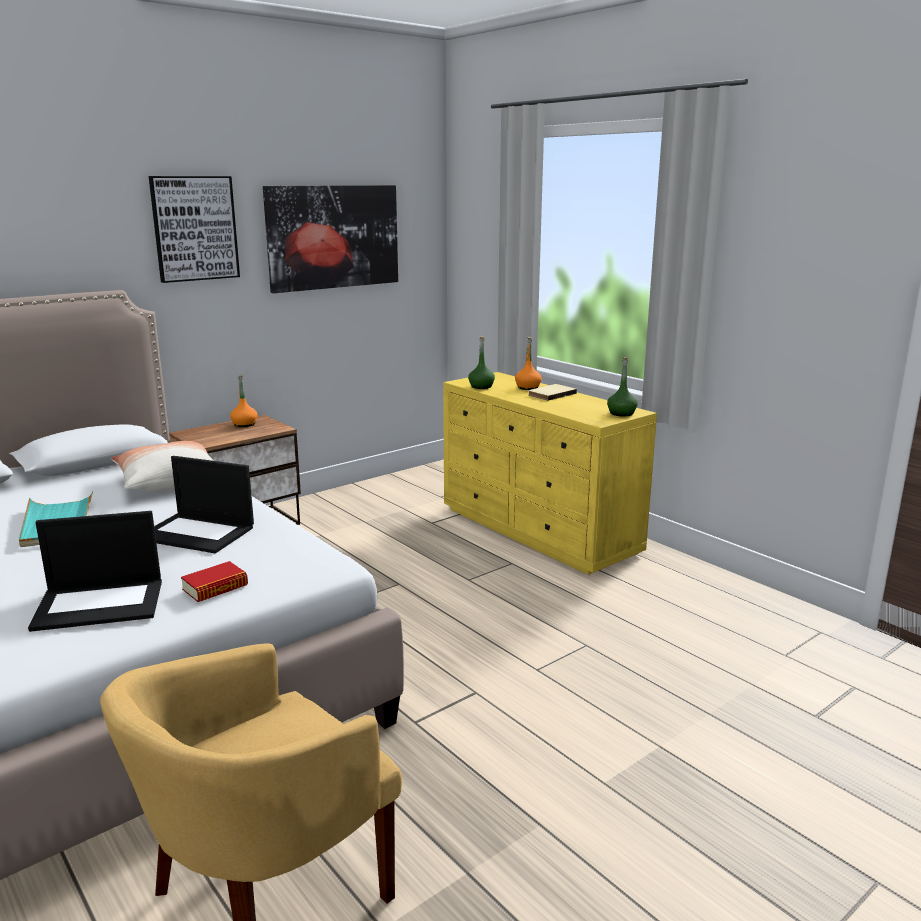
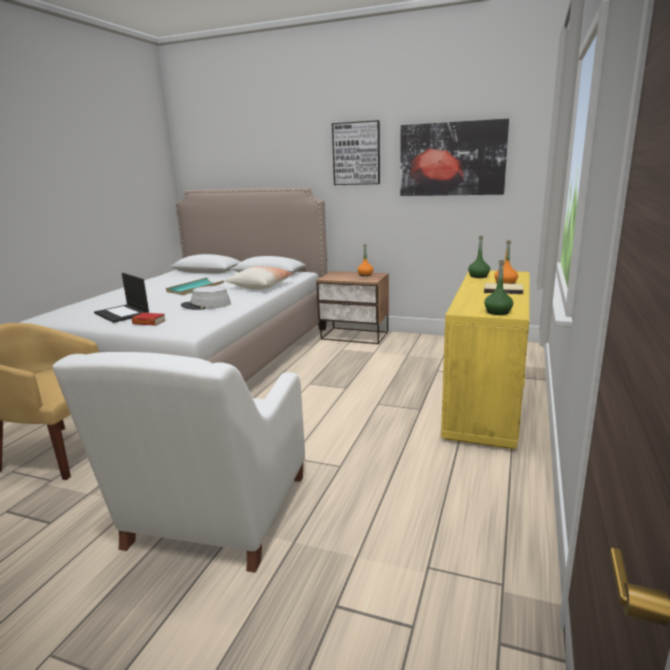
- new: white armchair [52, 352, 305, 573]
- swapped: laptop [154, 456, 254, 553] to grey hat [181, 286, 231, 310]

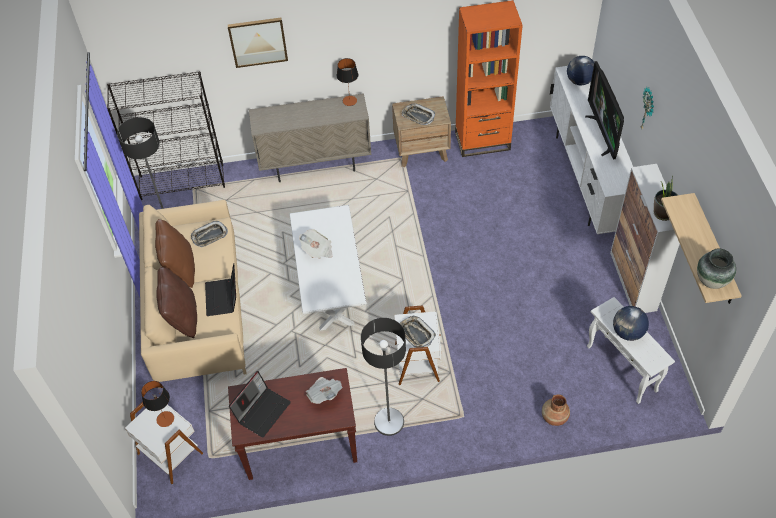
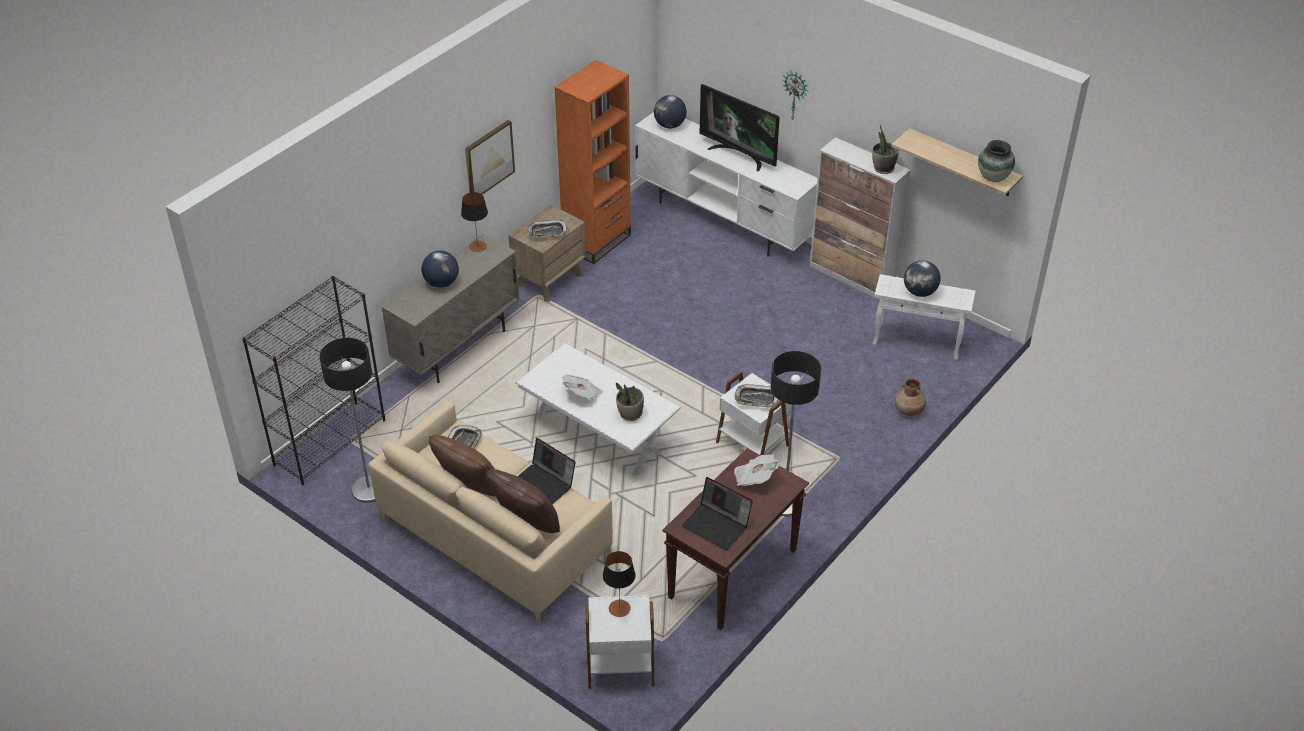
- new: globe [421, 250, 459, 288]
- shifted: picture [227, 17, 288, 68] to [465, 120, 515, 195]
- new: potted plant [616, 383, 644, 421]
- rotated: laptop [229, 371, 291, 438] = [682, 477, 753, 550] 135 degrees clockwise

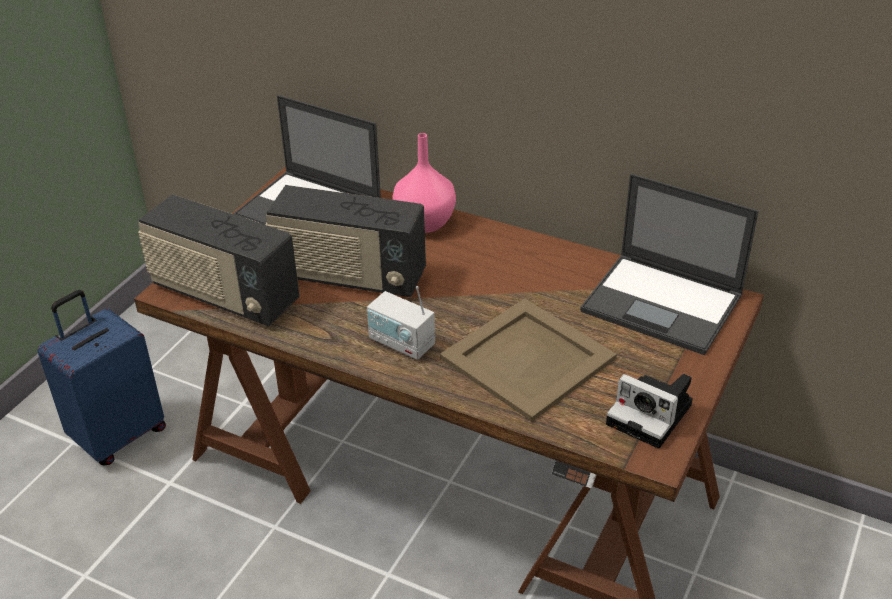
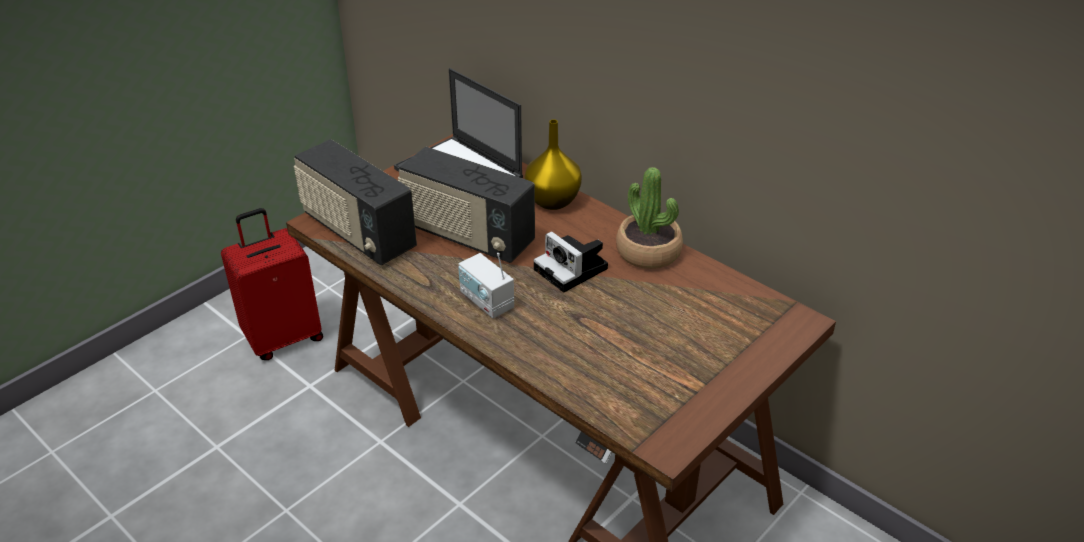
- repainted: blue suitcase [37, 290, 166, 466] to red suitcase [221, 208, 323, 360]
- repainted: pink vase [393, 133, 456, 233] to yellow vase [524, 119, 582, 210]
- shifted: photo camera [606, 374, 693, 449] to [533, 231, 608, 292]
- new: potted plant [616, 167, 683, 269]
- gone: beige tray [440, 298, 617, 422]
- gone: laptop [580, 174, 759, 355]

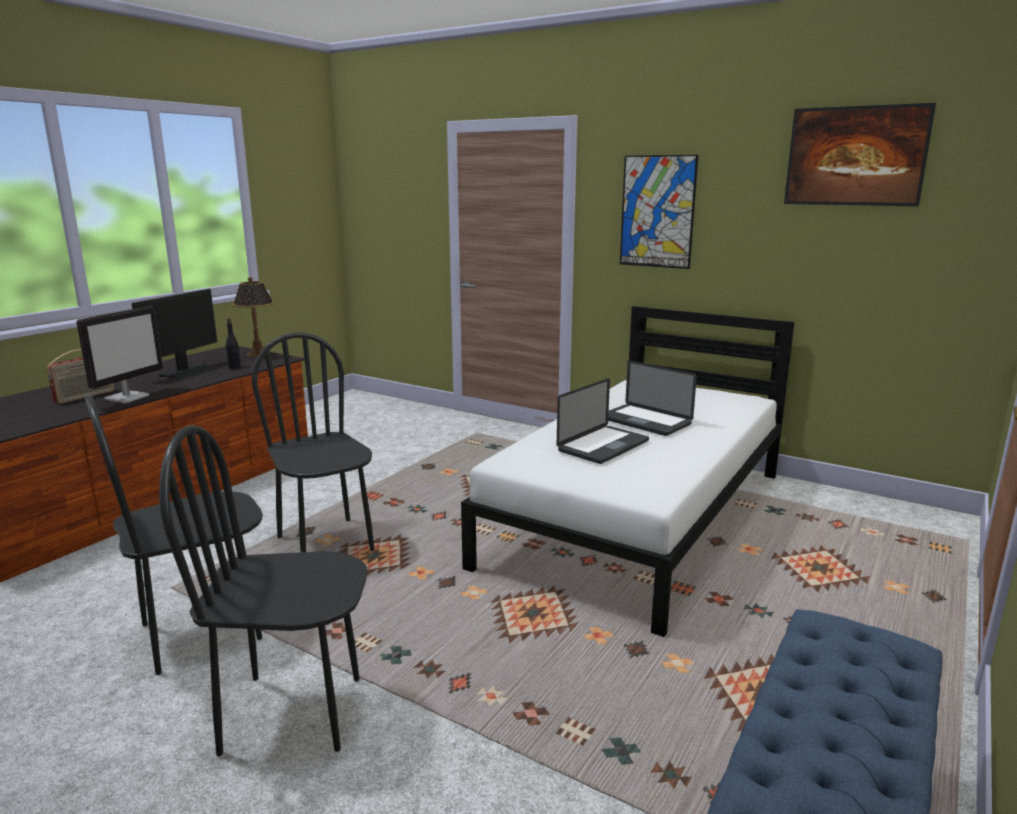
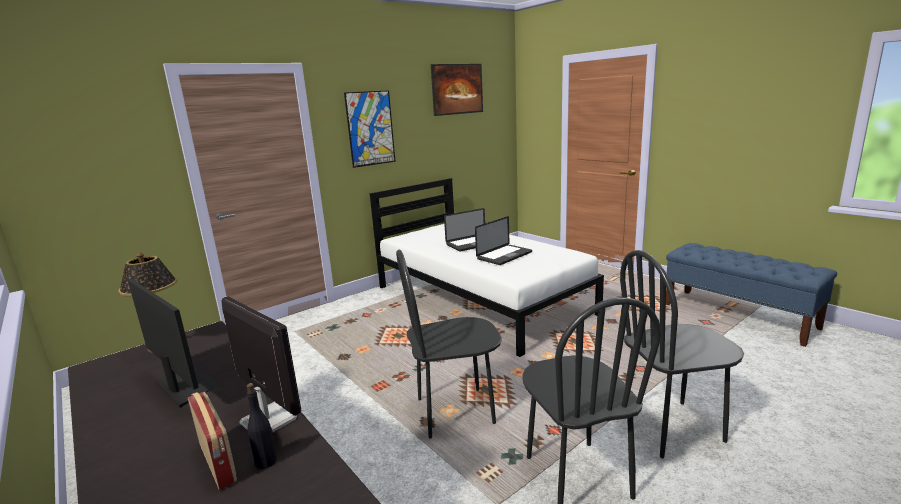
- shifted: black bottle [226, 318, 241, 369] to [246, 383, 277, 469]
- rotated: laptop [557, 378, 649, 464] = [475, 216, 532, 265] 75 degrees clockwise
- rotated: black chair [159, 426, 367, 756] = [620, 250, 744, 458] 60 degrees clockwise

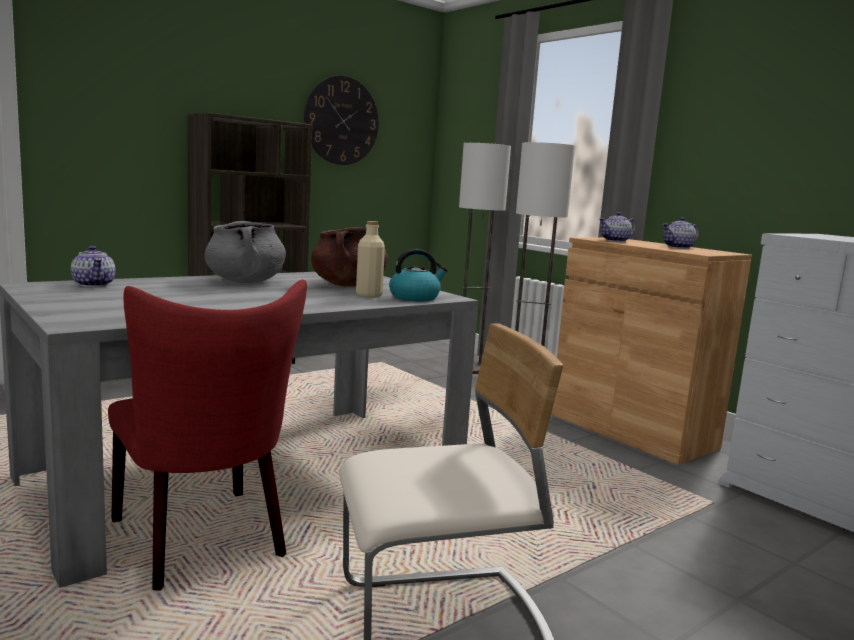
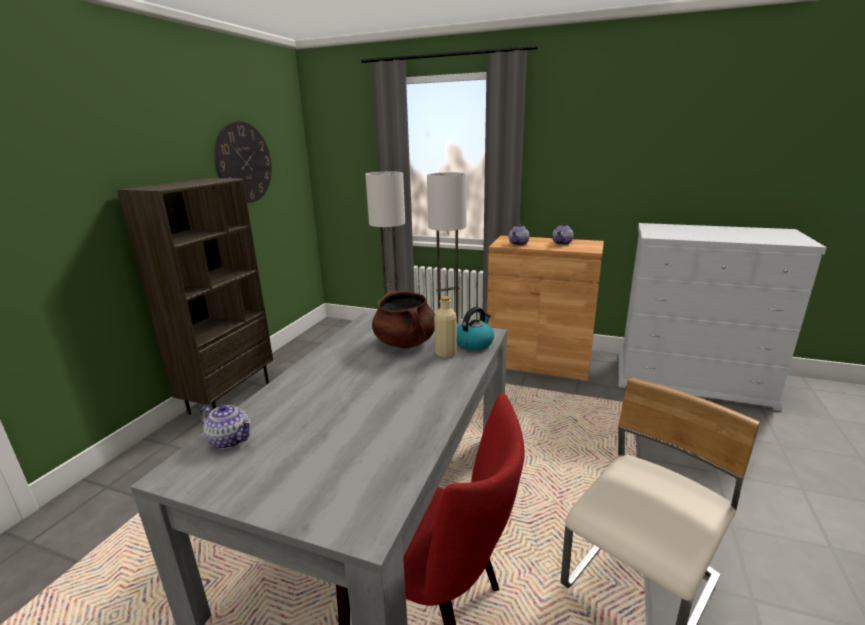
- gone: grey cooking pot [204, 221, 286, 283]

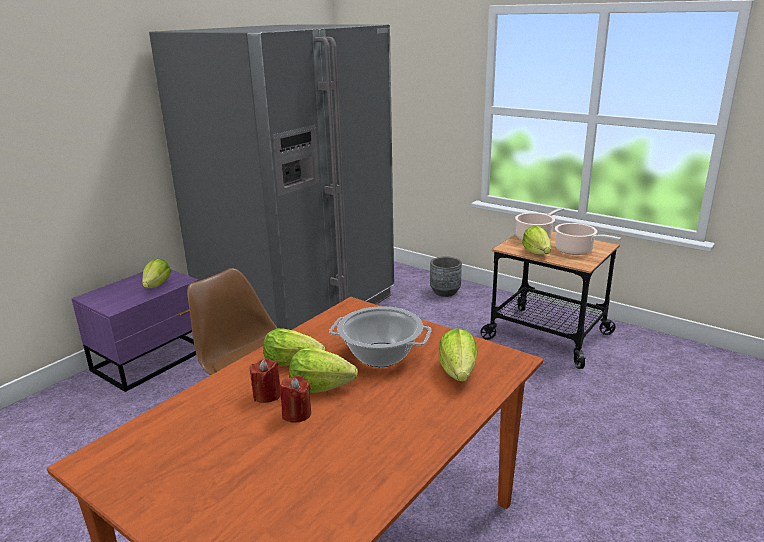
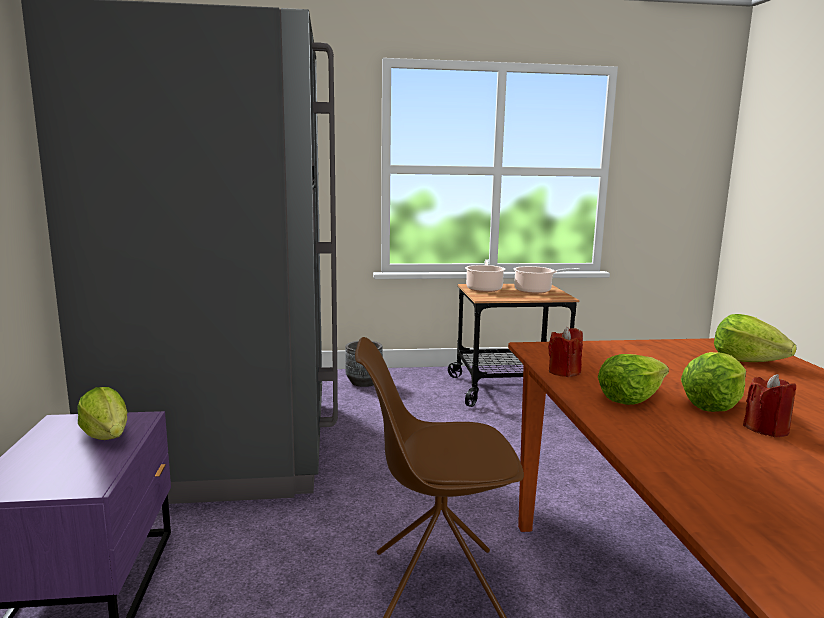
- shifted: red candle [250, 358, 281, 403] to [548, 327, 583, 377]
- gone: cooking pot [329, 306, 432, 367]
- gone: lettuce [522, 226, 551, 255]

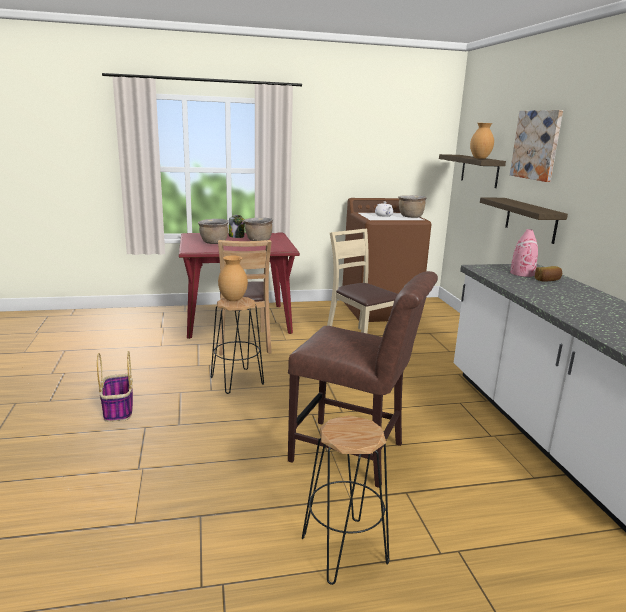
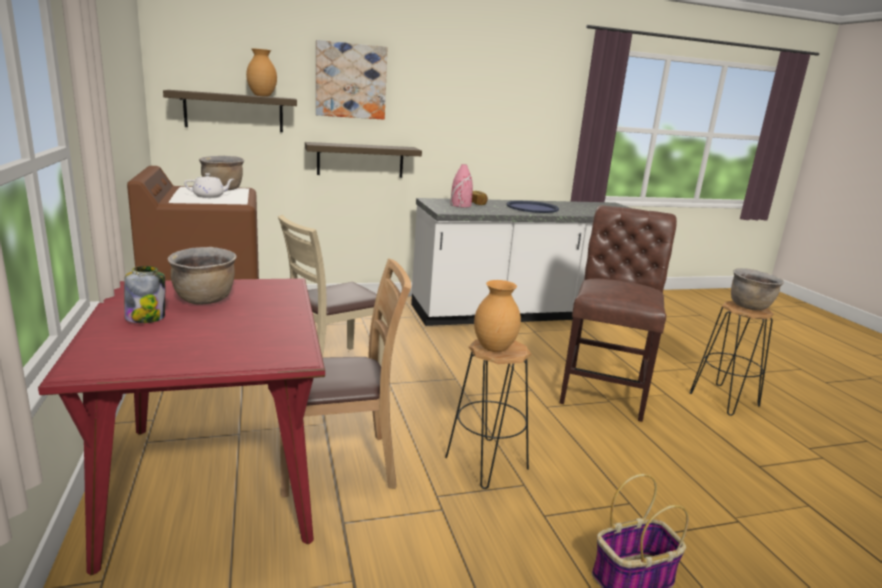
- new: blue tray [506, 201, 559, 213]
- shifted: brown cooking pot [198, 219, 228, 244] to [731, 268, 784, 310]

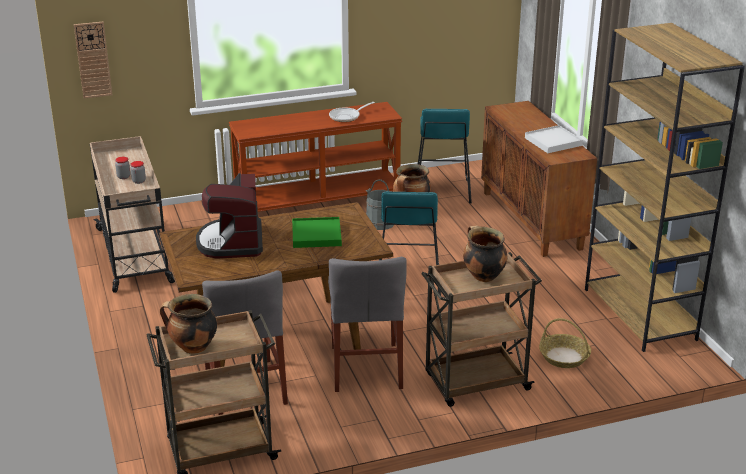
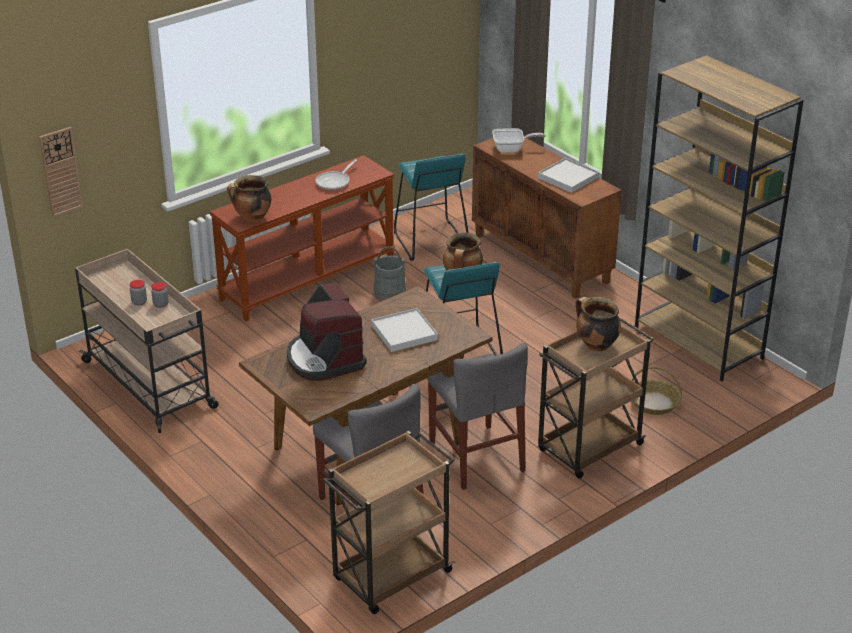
- shifted: cooking pot [160, 294, 217, 354] to [227, 175, 271, 222]
- repainted: green tray [292, 217, 342, 248] to white tray [371, 308, 438, 352]
- new: frying pan [492, 128, 546, 153]

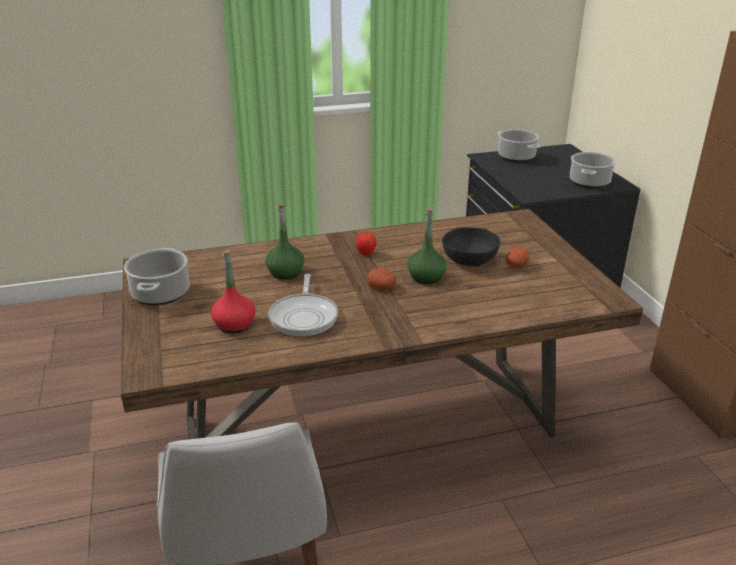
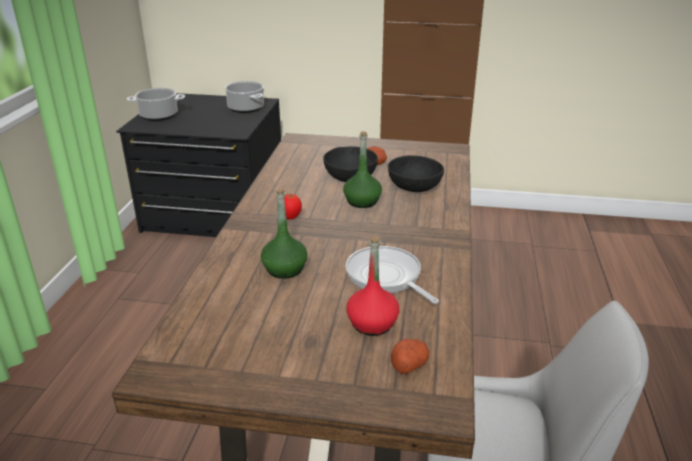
- rotated: frying pan [269, 274, 338, 337] = [346, 246, 439, 304] 150 degrees counterclockwise
- new: black bowl [388, 155, 444, 192]
- shifted: potato [367, 268, 397, 290] to [391, 339, 429, 374]
- gone: cooking pot [124, 248, 189, 305]

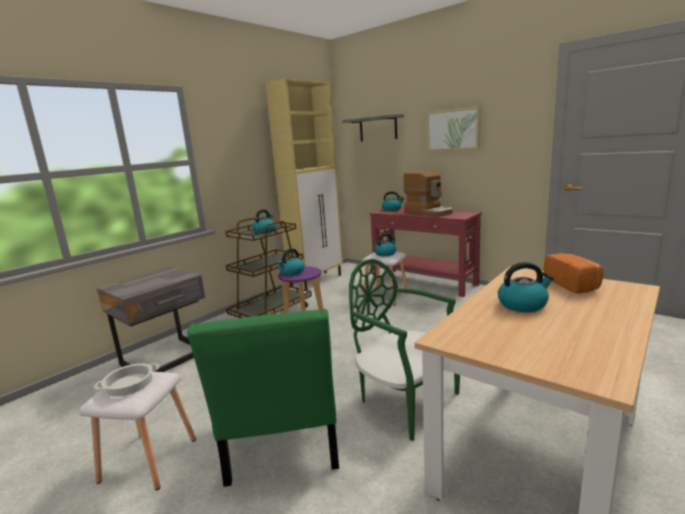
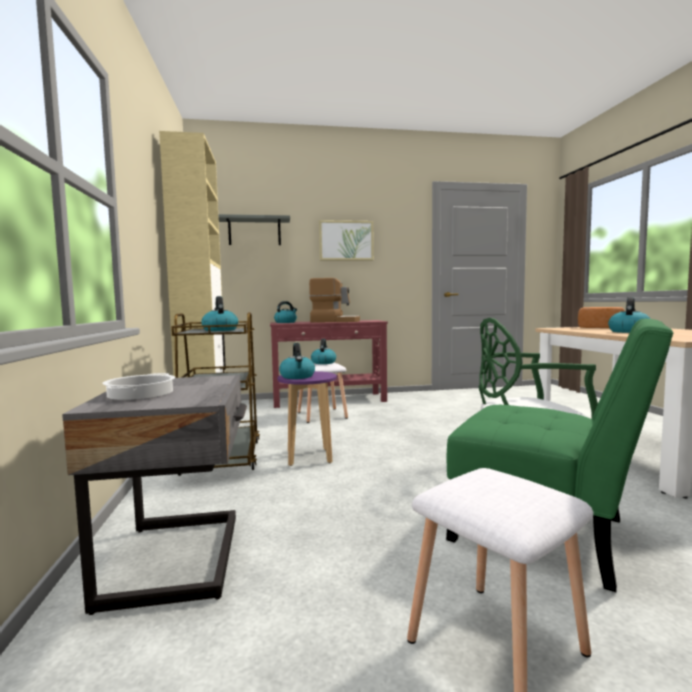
- shifted: cooking pot [94, 363, 160, 397] to [102, 373, 175, 400]

